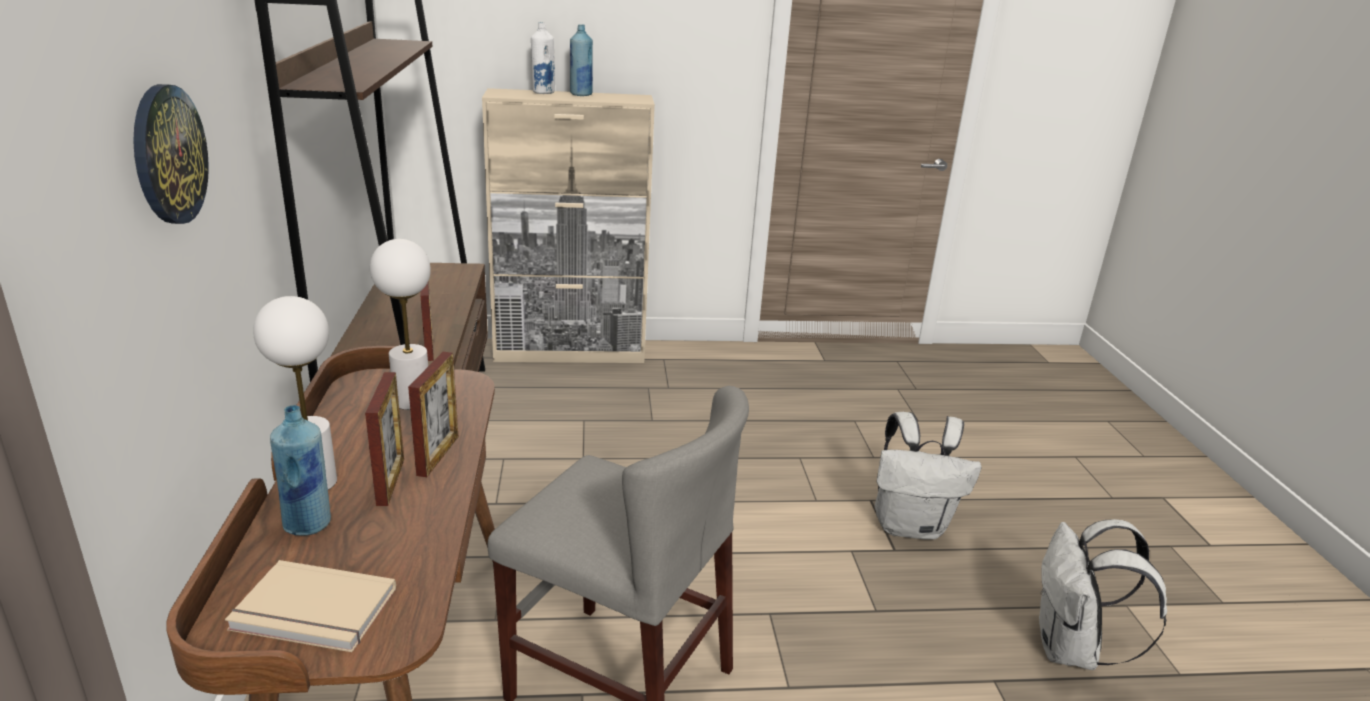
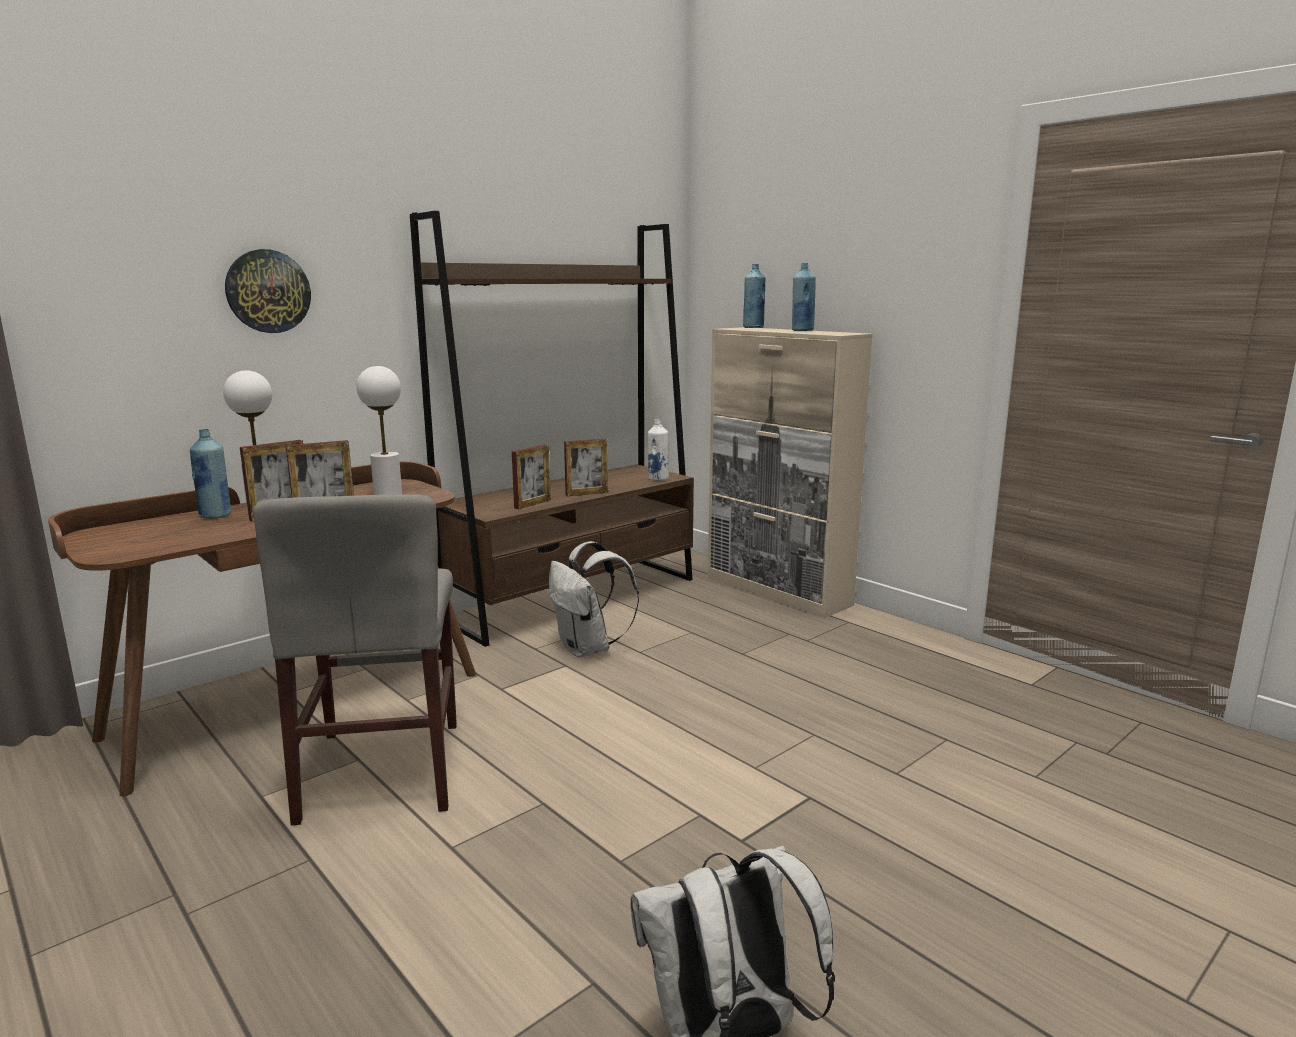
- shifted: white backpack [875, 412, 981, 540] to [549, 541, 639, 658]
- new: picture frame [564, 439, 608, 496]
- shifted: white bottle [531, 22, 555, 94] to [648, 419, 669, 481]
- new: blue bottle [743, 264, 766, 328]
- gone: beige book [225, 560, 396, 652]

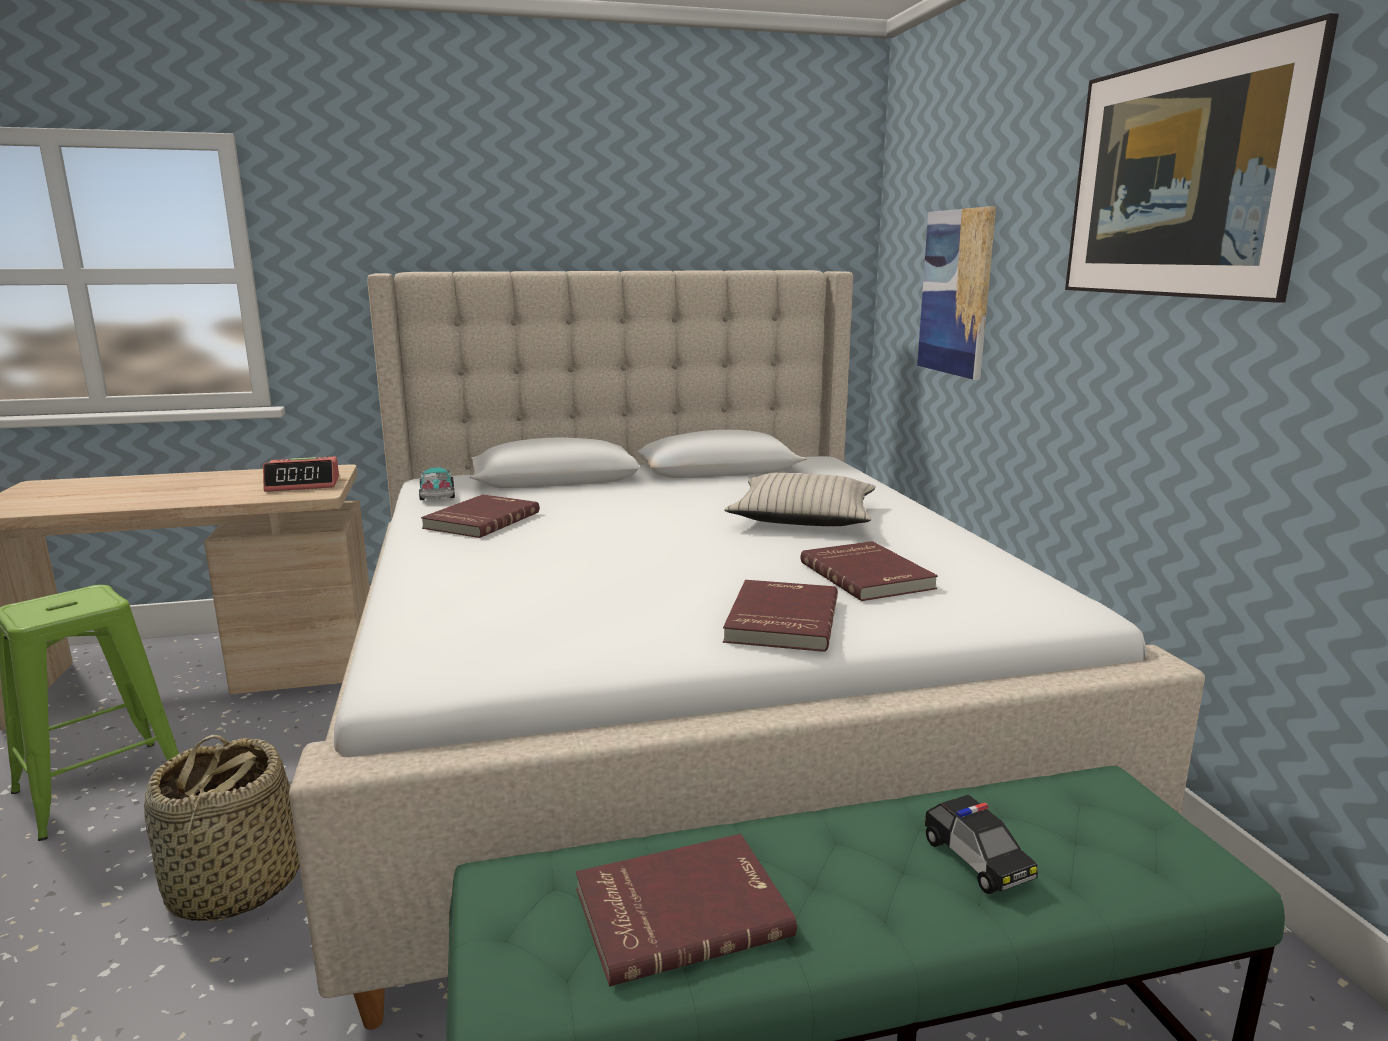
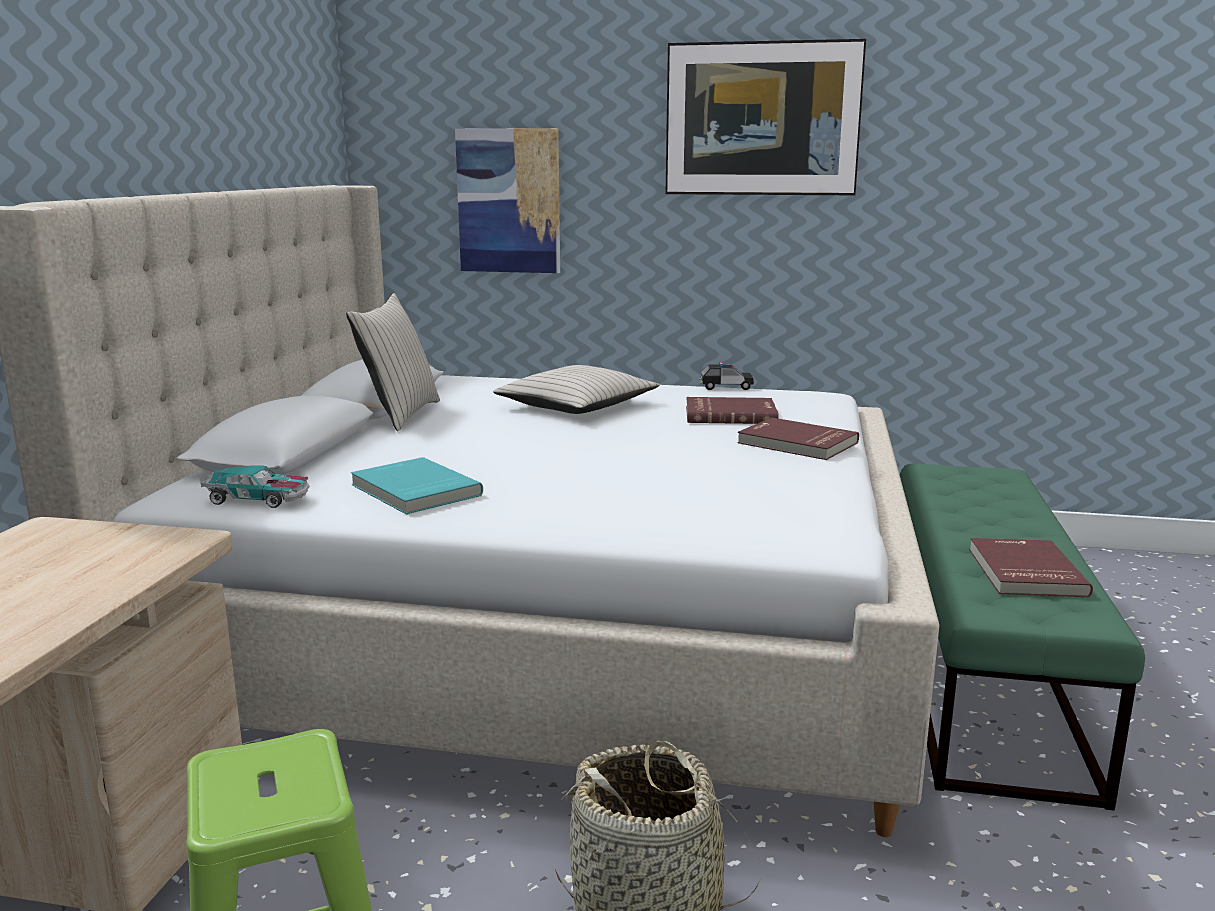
- new: beige pillow [346, 293, 440, 431]
- repainted: red book [421, 494, 539, 538] to turquoise book [351, 457, 483, 514]
- shifted: toy car [925, 795, 1038, 894] to [699, 362, 754, 390]
- gone: alarm clock [263, 457, 339, 492]

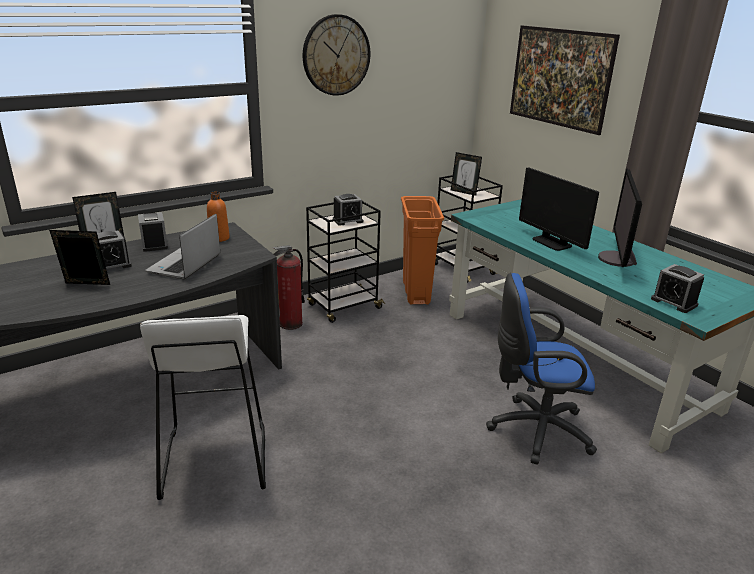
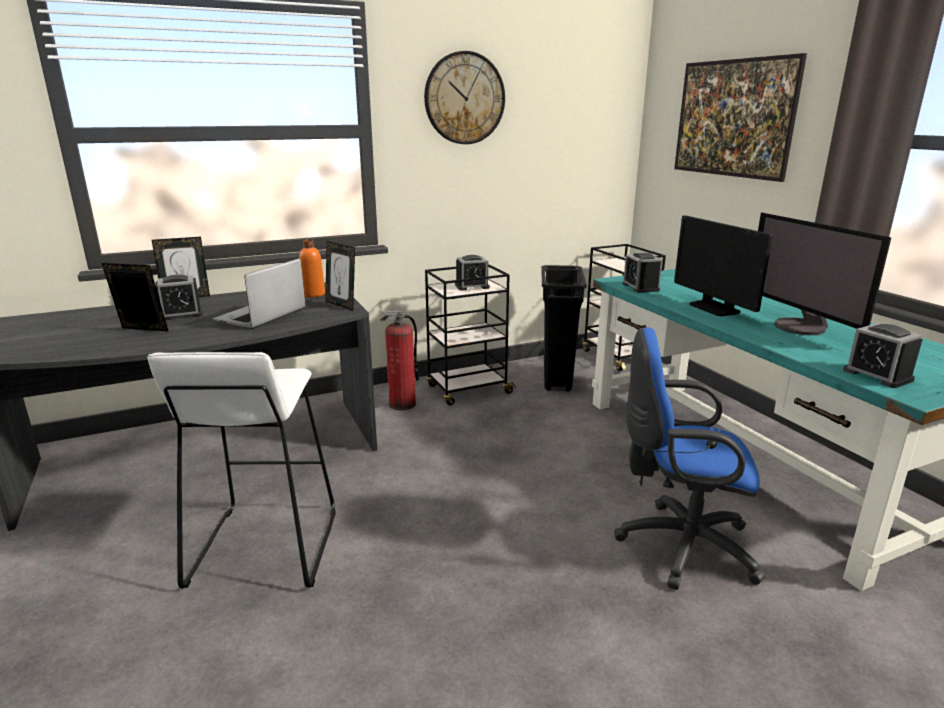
- shifted: picture frame [451, 152, 482, 196] to [325, 241, 355, 311]
- repainted: orange trash can [401, 196, 444, 304] to black trash can [541, 265, 587, 392]
- shifted: alarm clock [138, 212, 168, 252] to [623, 253, 662, 293]
- rotated: monitor [598, 168, 642, 267] = [758, 212, 891, 335] 45 degrees counterclockwise

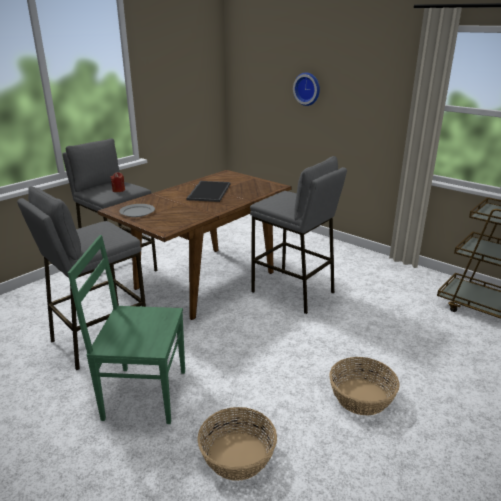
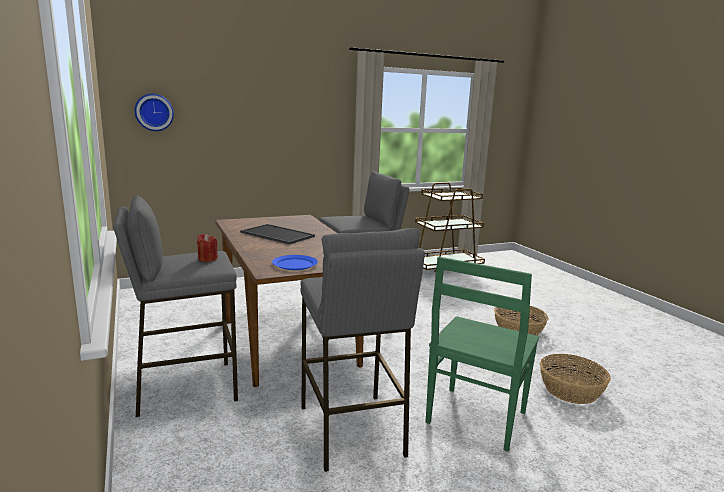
- shifted: wall clock [293, 72, 320, 106] to [135, 94, 174, 131]
- repainted: grey plate [119, 204, 155, 217] to blue plate [272, 255, 318, 270]

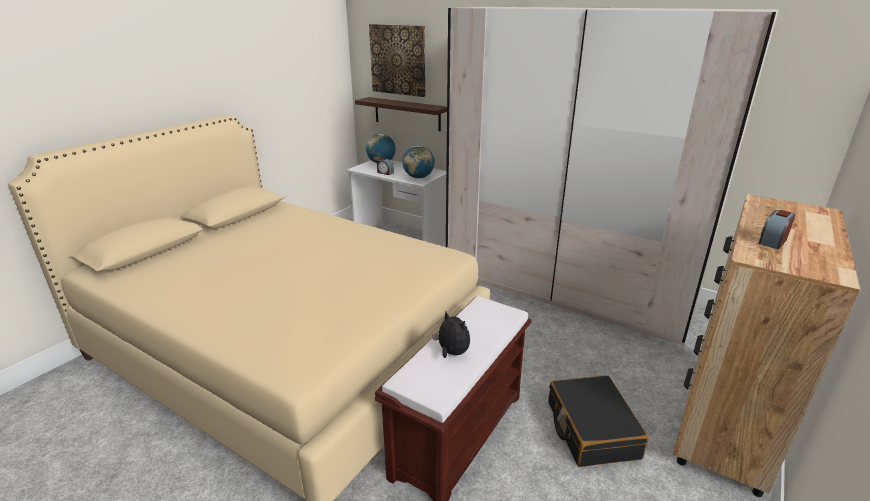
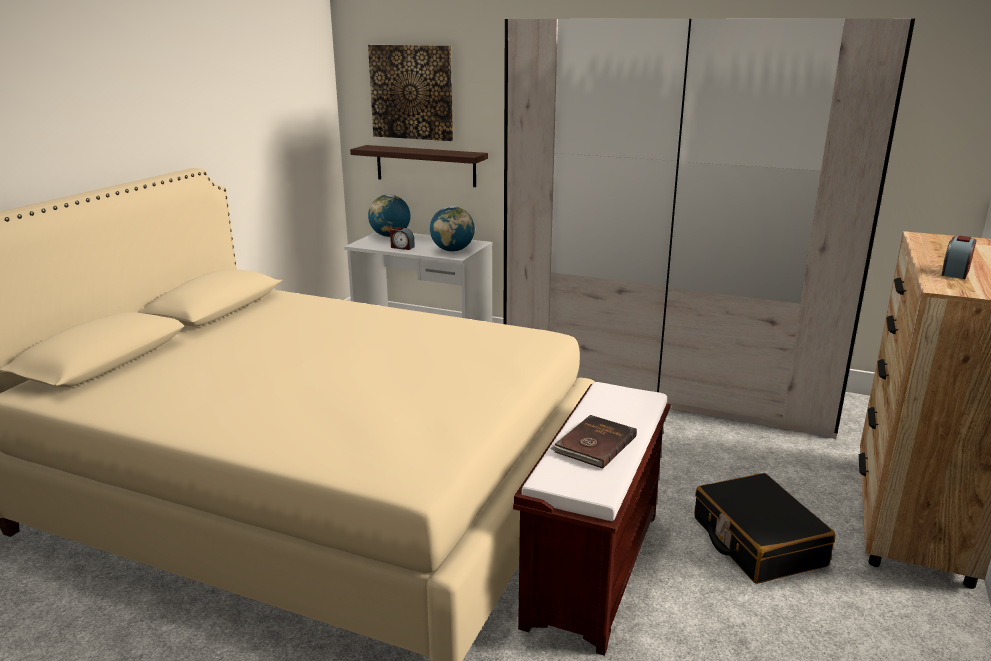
- swapped: plush toy [433, 311, 470, 358] to brown book [550, 415, 637, 469]

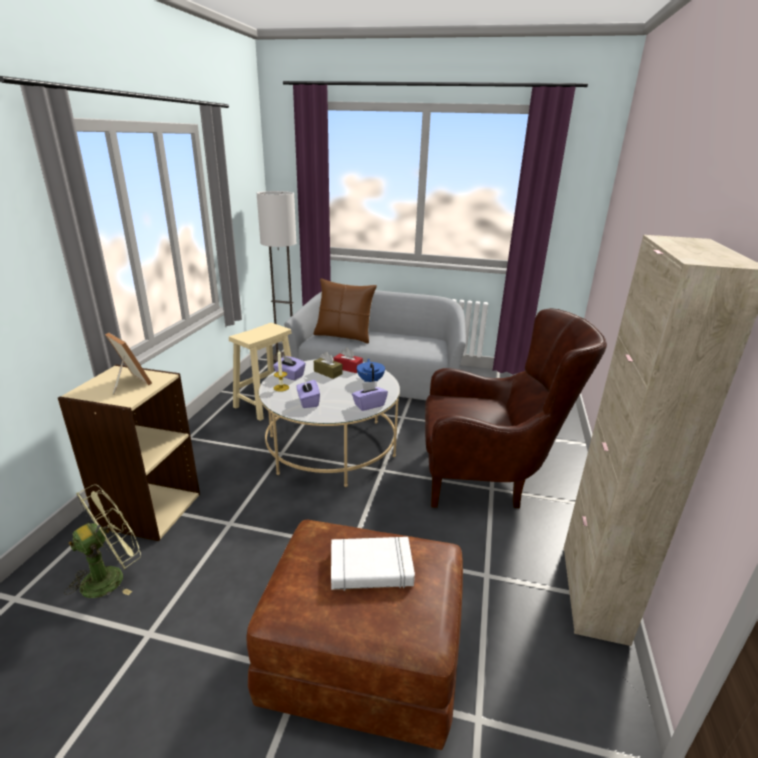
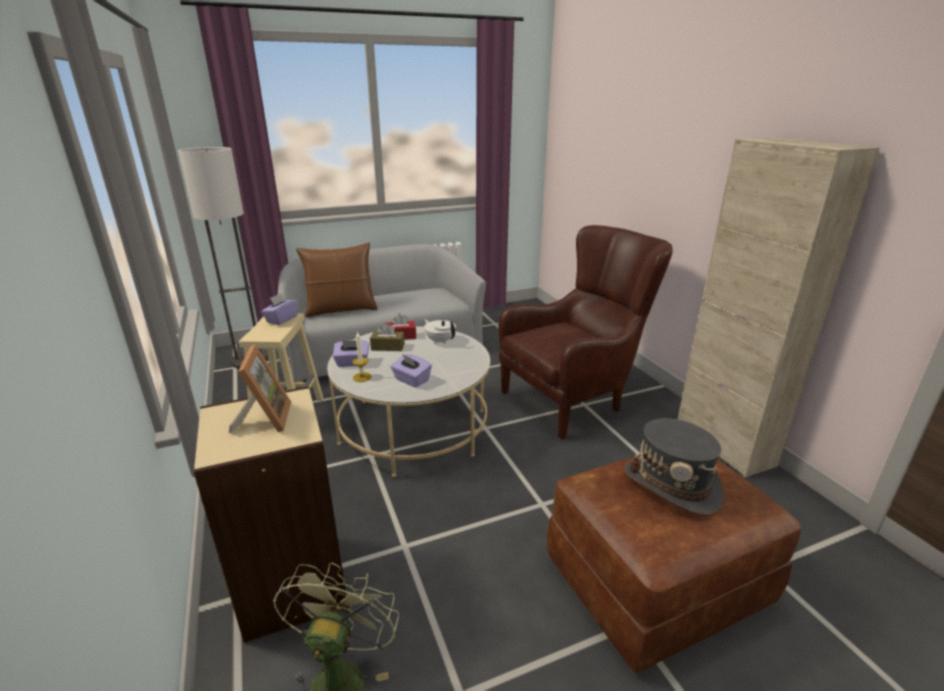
- rotated: picture frame [105, 333, 152, 395] = [229, 344, 291, 433] 75 degrees clockwise
- shifted: purple tissue box [352, 381, 388, 411] to [261, 293, 298, 325]
- repainted: blue teapot [357, 359, 385, 382] to white teapot [424, 319, 456, 344]
- swapped: white book [331, 537, 415, 591] to grey hat [624, 418, 725, 516]

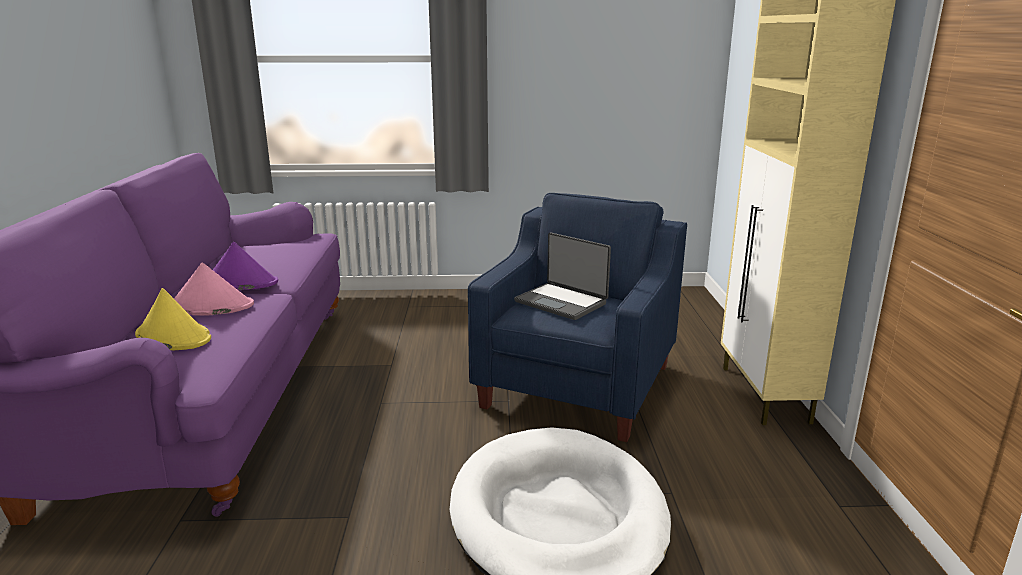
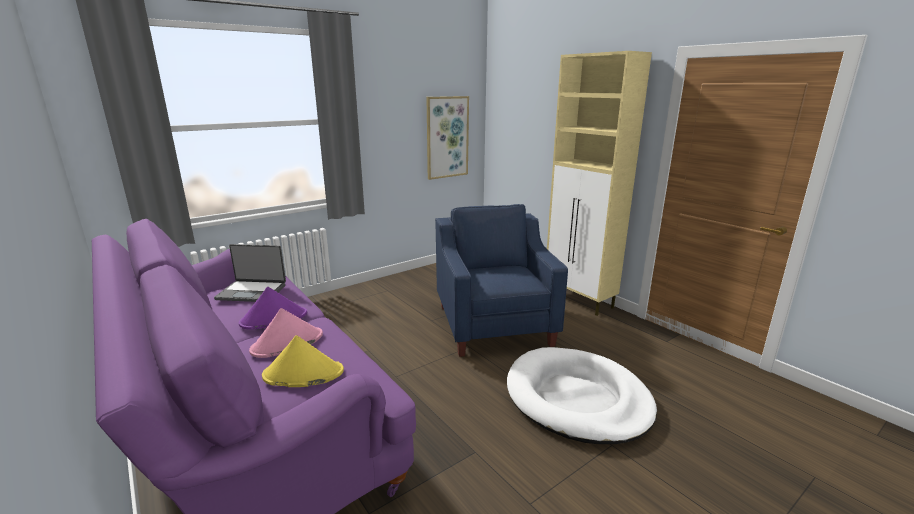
- shifted: laptop [514, 232, 611, 320] to [214, 244, 286, 302]
- new: picture [426, 96, 469, 180]

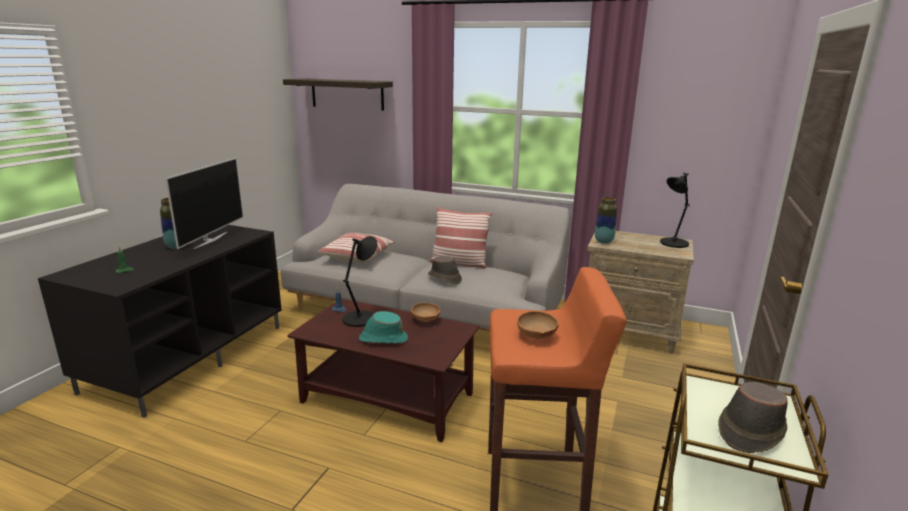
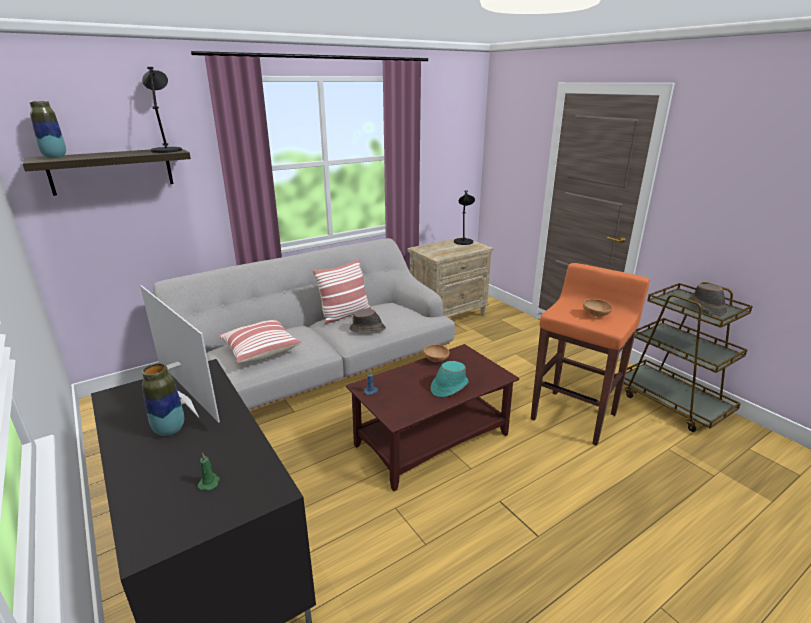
- shifted: vase [595, 197, 617, 244] to [30, 101, 66, 158]
- shifted: black table lamp [343, 236, 378, 327] to [142, 67, 182, 153]

